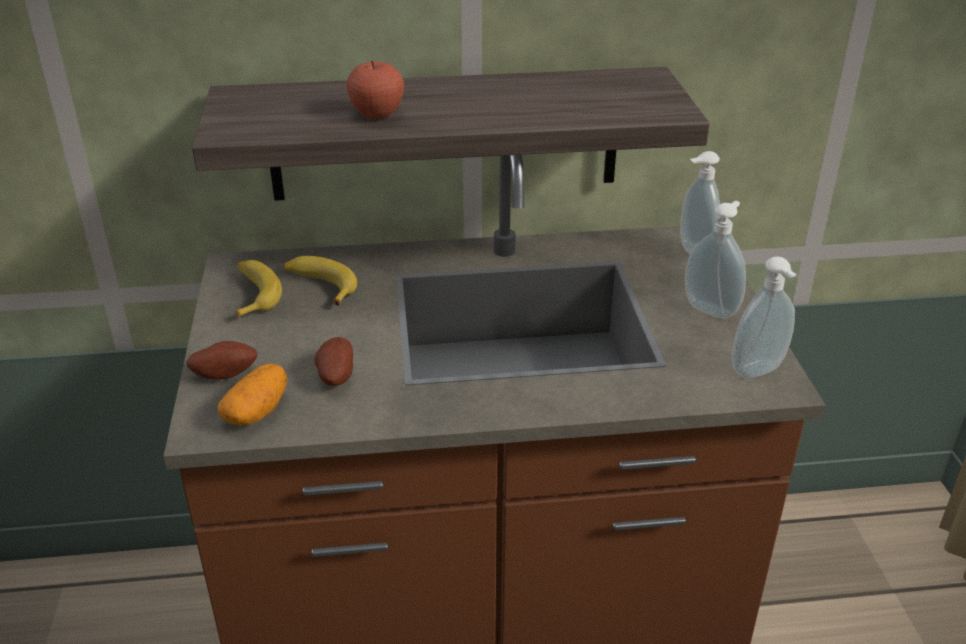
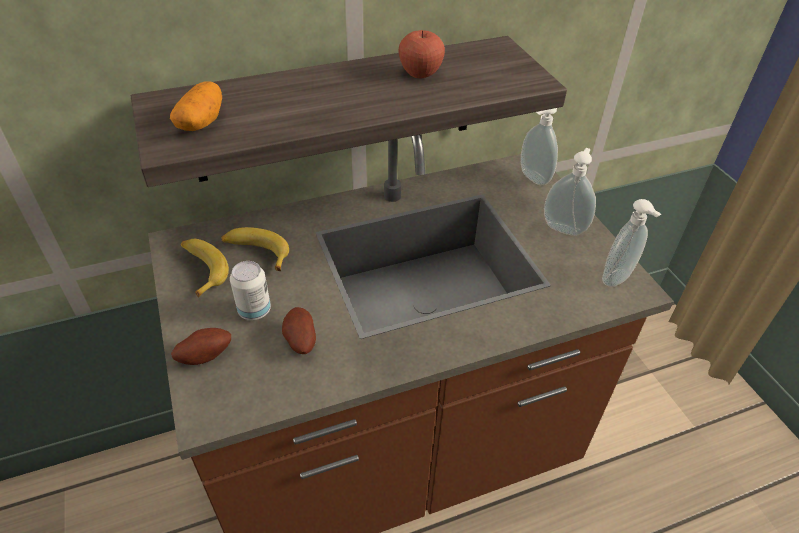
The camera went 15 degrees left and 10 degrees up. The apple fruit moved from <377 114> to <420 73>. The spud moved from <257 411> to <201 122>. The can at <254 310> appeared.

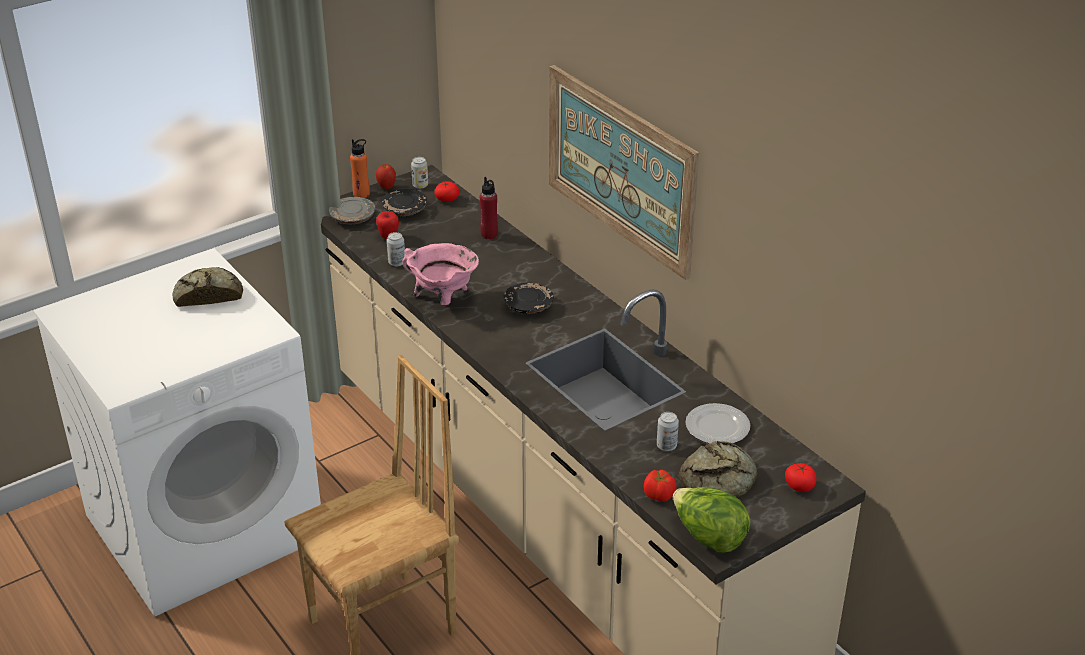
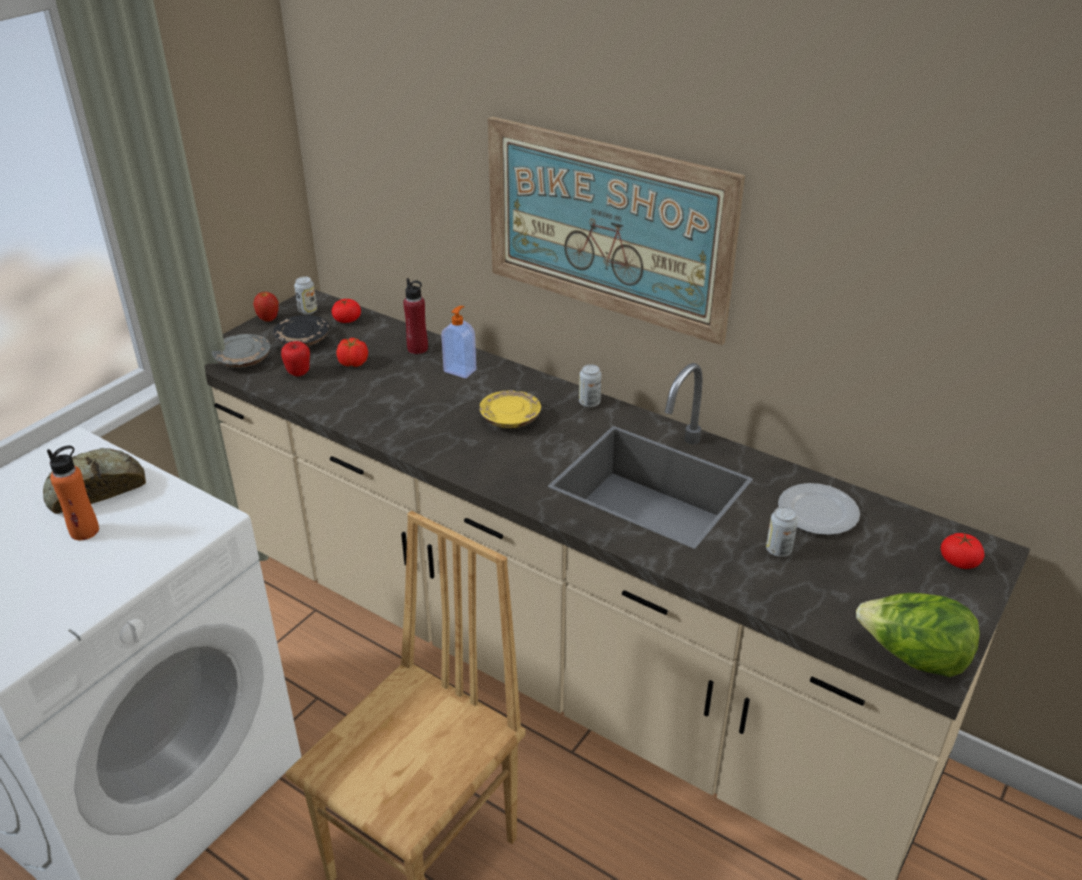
The camera went 20 degrees left and 0 degrees up. The bottle (orange) moved from <361 194> to <85 531>. The can moved from <397 262> to <589 403>. The cooking pot (pink) at <443 300> disappeared. The dinner plate (blackish) at <528 306> became the dinner plate (yellowish) at <510 418>. The bakery bread at <720 480> disappeared. The tomato moved from <659 496> to <353 363>. The soap bottle at <460 370> appeared.

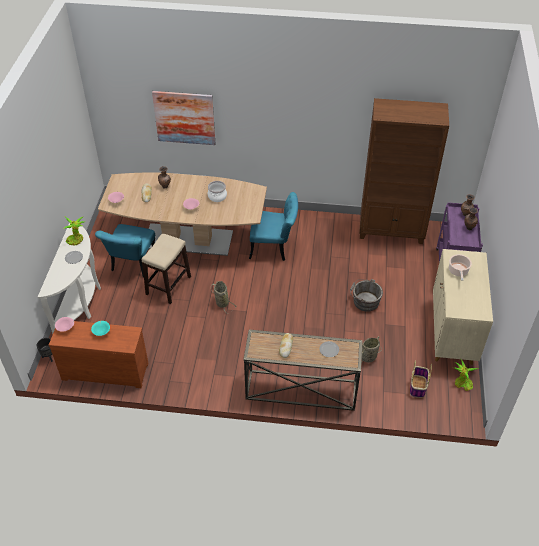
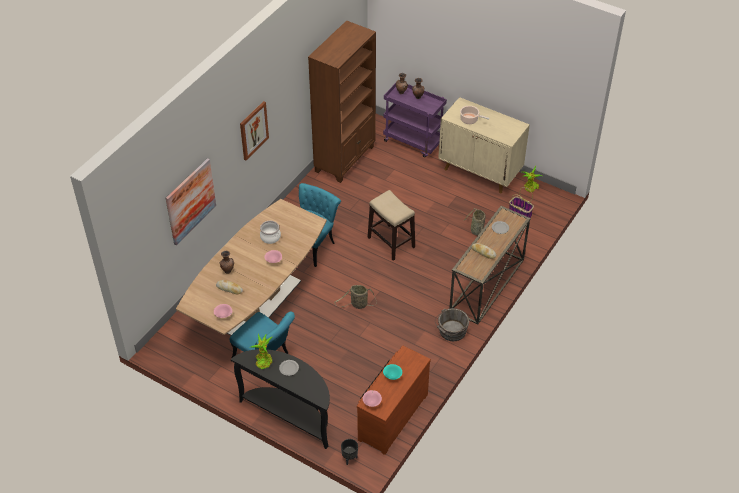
The camera went 65 degrees left and 0 degrees up. The narrow table (white-coloured) at <80 302> became the narrow table (blackish) at <290 415>. The stool seat moved from <168 286> to <391 242>. The bucket (greyish) moved from <364 301> to <451 331>. The wall art at <253 130> appeared.

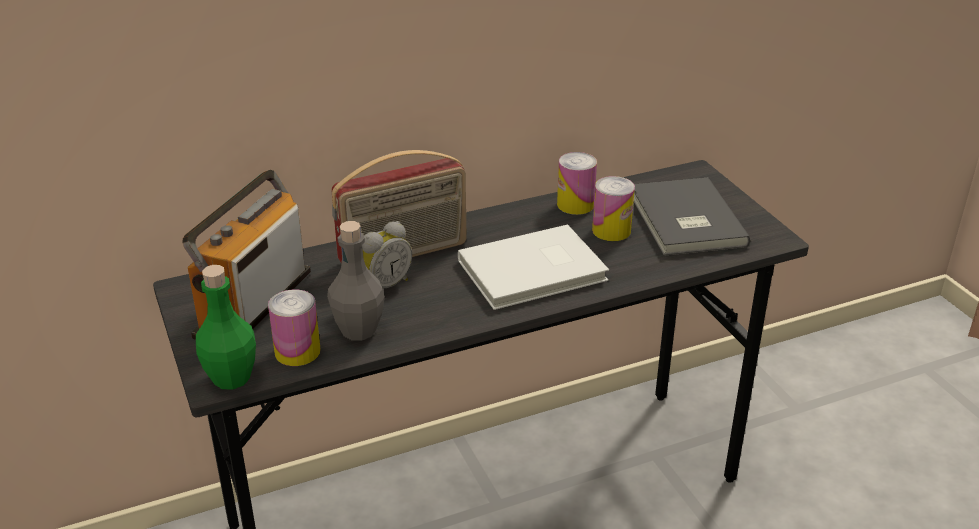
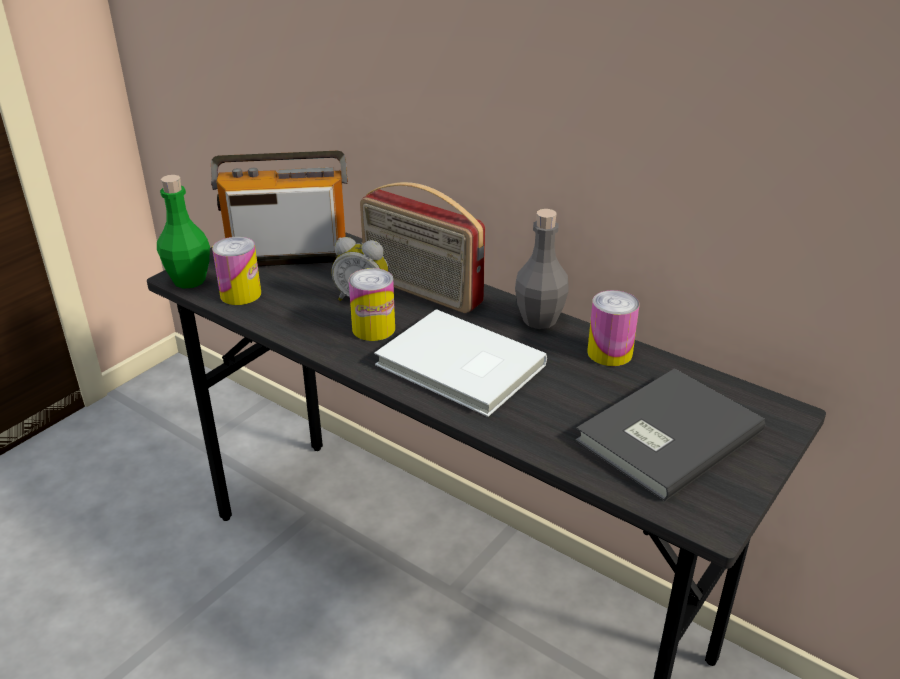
The camera went 60 degrees right and 0 degrees up. The can moved from <611 230> to <373 328>. The bottle (greyish) moved from <358 330> to <539 320>.

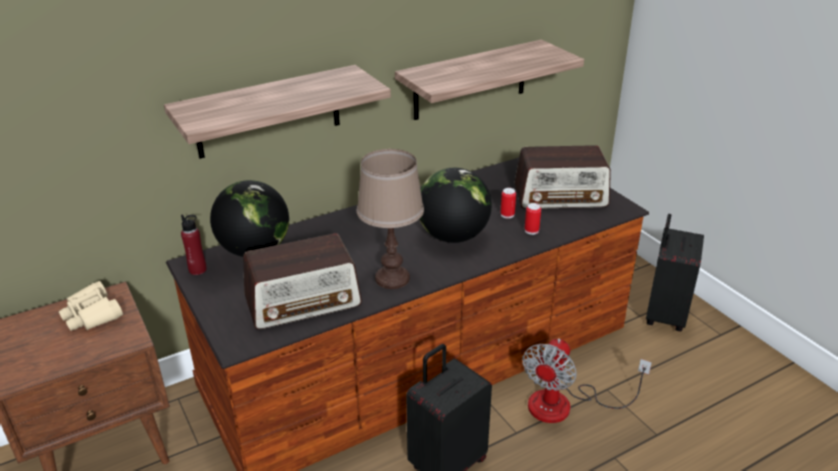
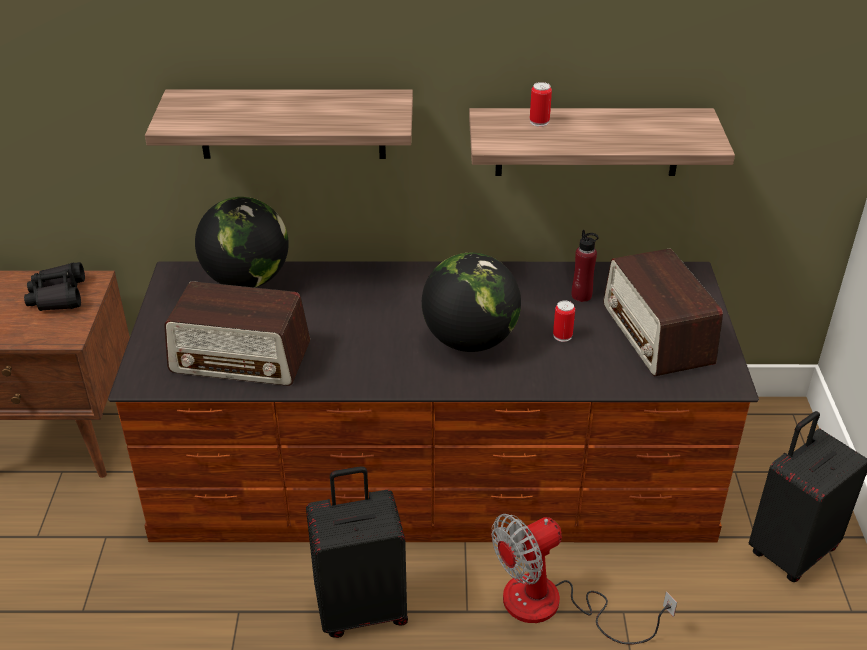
The camera went 30 degrees right and 5 degrees up. The radio receiver at <561 196> turned 45 degrees clockwise. The lamp for a table (brown) at <392 278> disappeared. The can moved from <531 230> to <539 122>. The bottle (red-coloured) moved from <197 270> to <581 296>. The field glasses (beige) at <92 315> became the field glasses (blackish) at <58 296>.

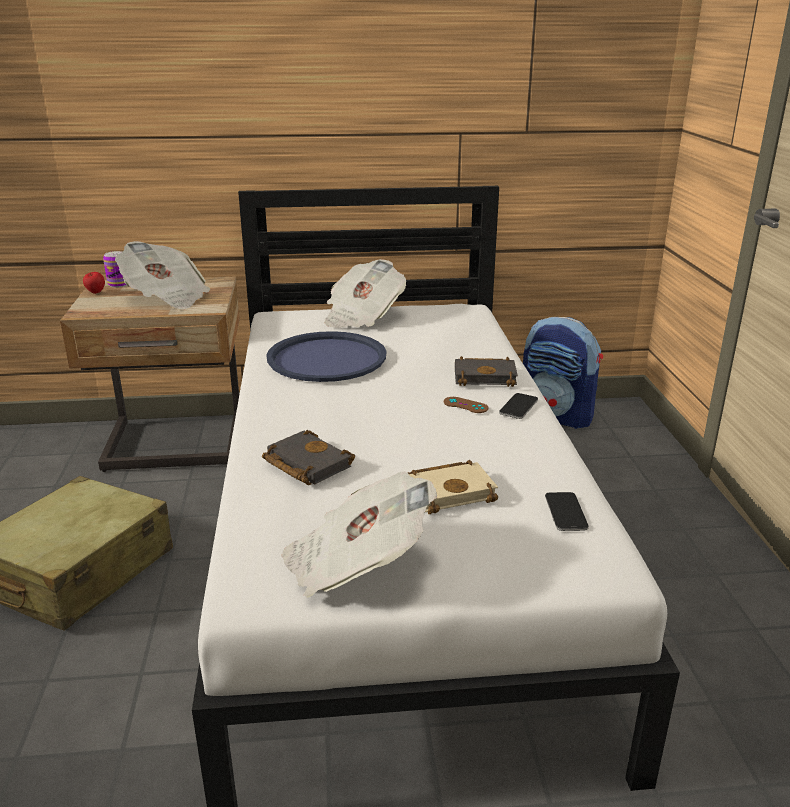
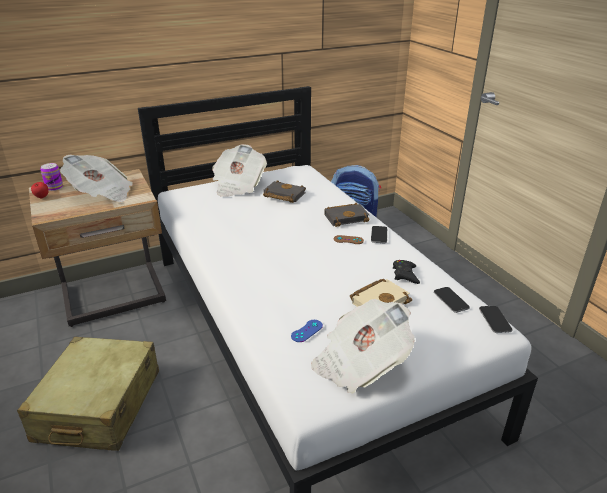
The camera went 20 degrees left and 5 degrees up. The tray (bluish) at <326 358> disappeared. The bound book (blackish) moved from <304 464> to <283 195>. The joypad (blackish) at <405 274> appeared. The handset at <495 320> appeared. The joypad (bluish) at <307 331> appeared.

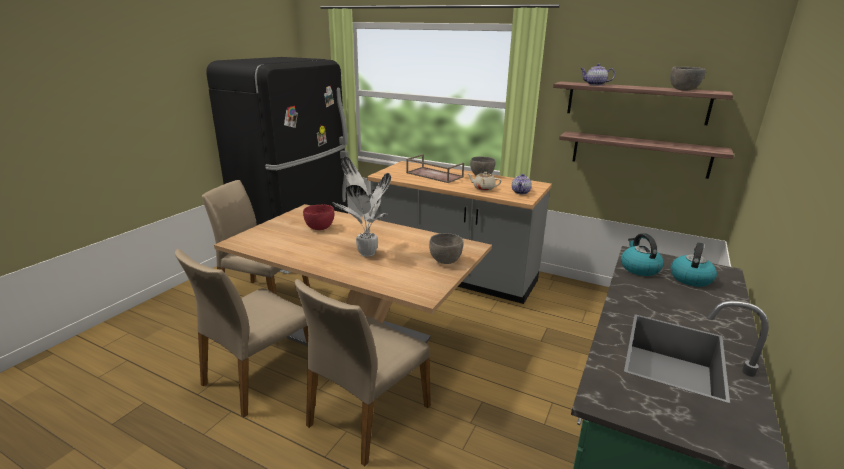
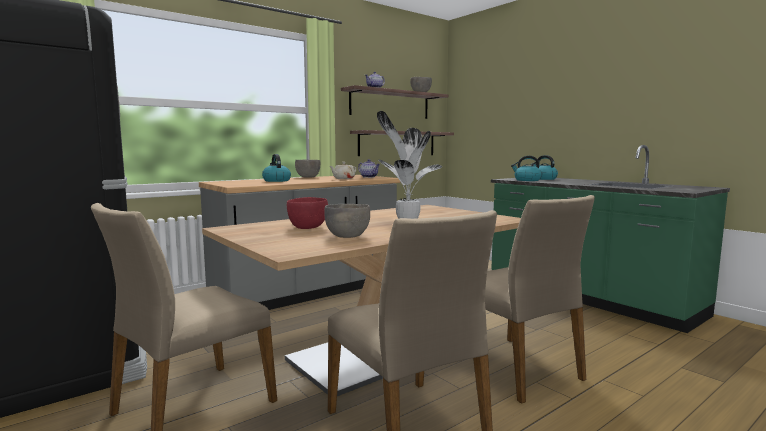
The camera went 65 degrees left and 15 degrees down. The tray (brown) at <433 175> was replaced by the kettle at <276 181>. The bowl (greyish) moved from <445 261> to <347 237>.

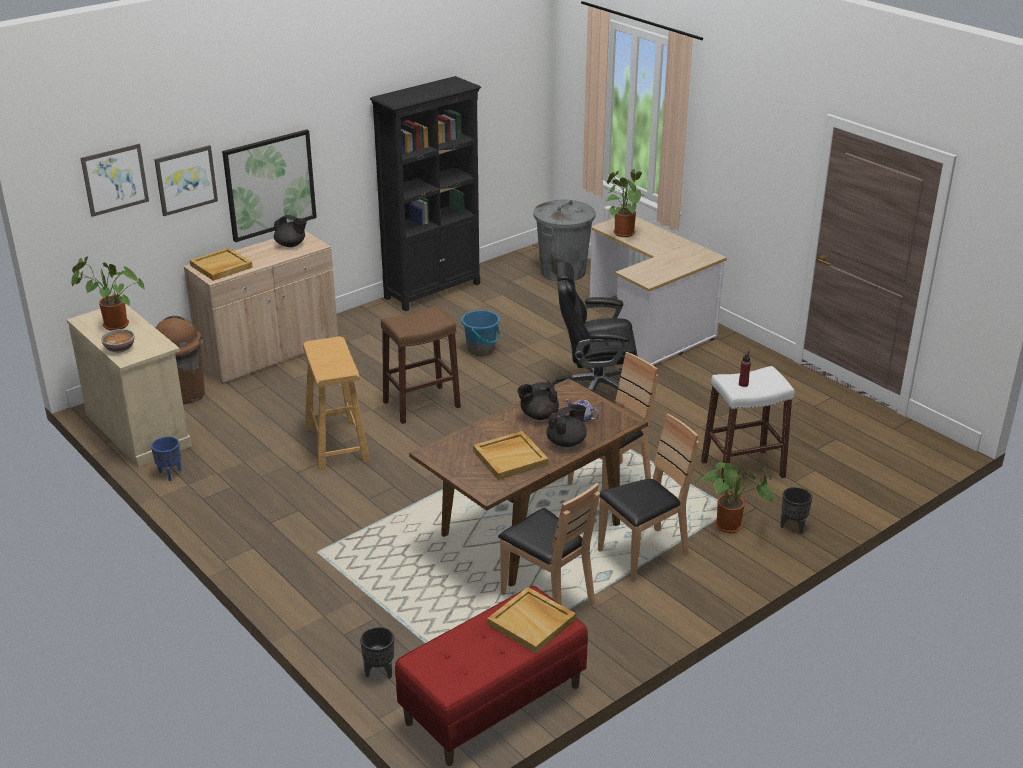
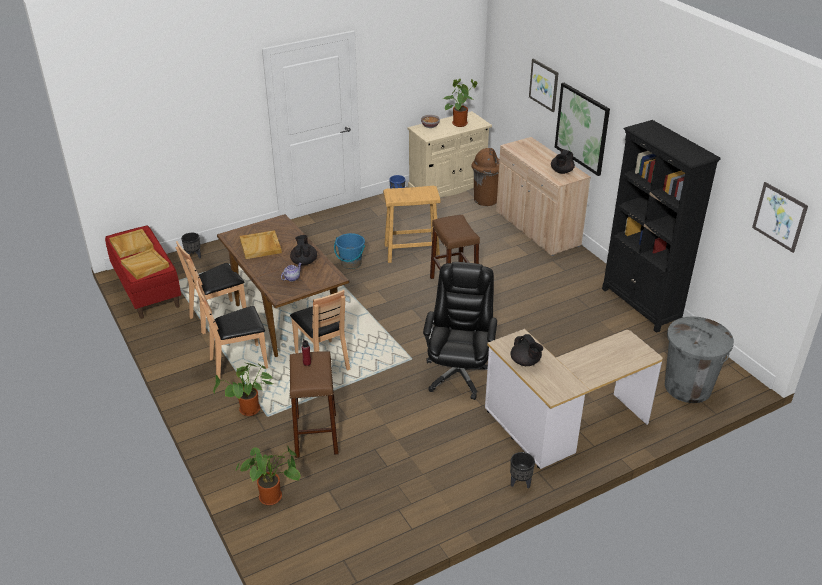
The camera went 100 degrees right and 5 degrees up. The wall art moved from <115 179> to <779 217>. The potted plant moved from <622 232> to <273 496>. The tray (beige) moved from <221 266> to <131 245>. The bucket (bluish) moved from <481 350> to <351 263>. The stool seat (white-coloured) at <742 469> became the stool seat (brown) at <316 435>. The tea pot (blackish) moved from <567 442> to <525 362>. The upright chair (brown) at <643 554> turned 90 degrees clockwise. The plant pot (blackish) moved from <793 527> to <520 483>.

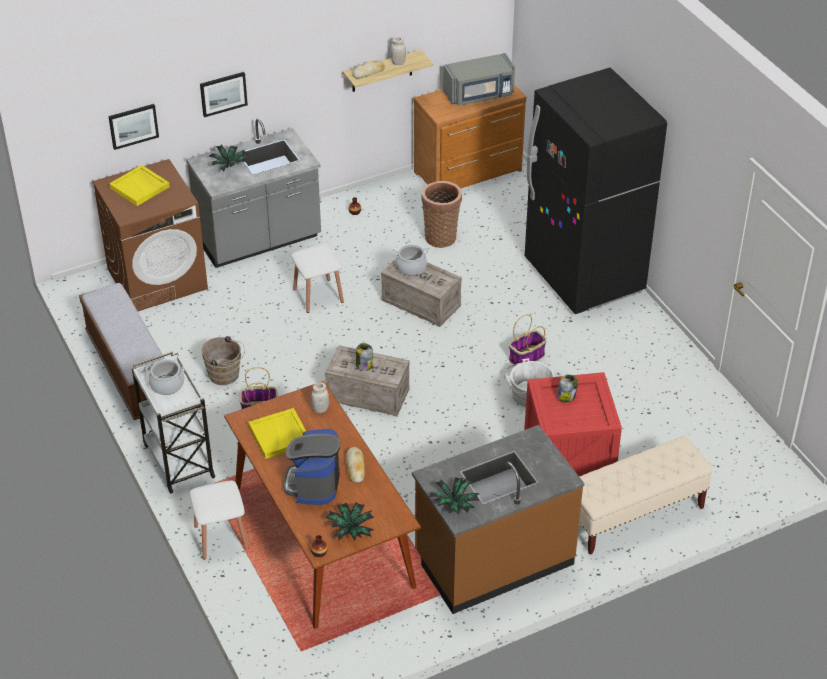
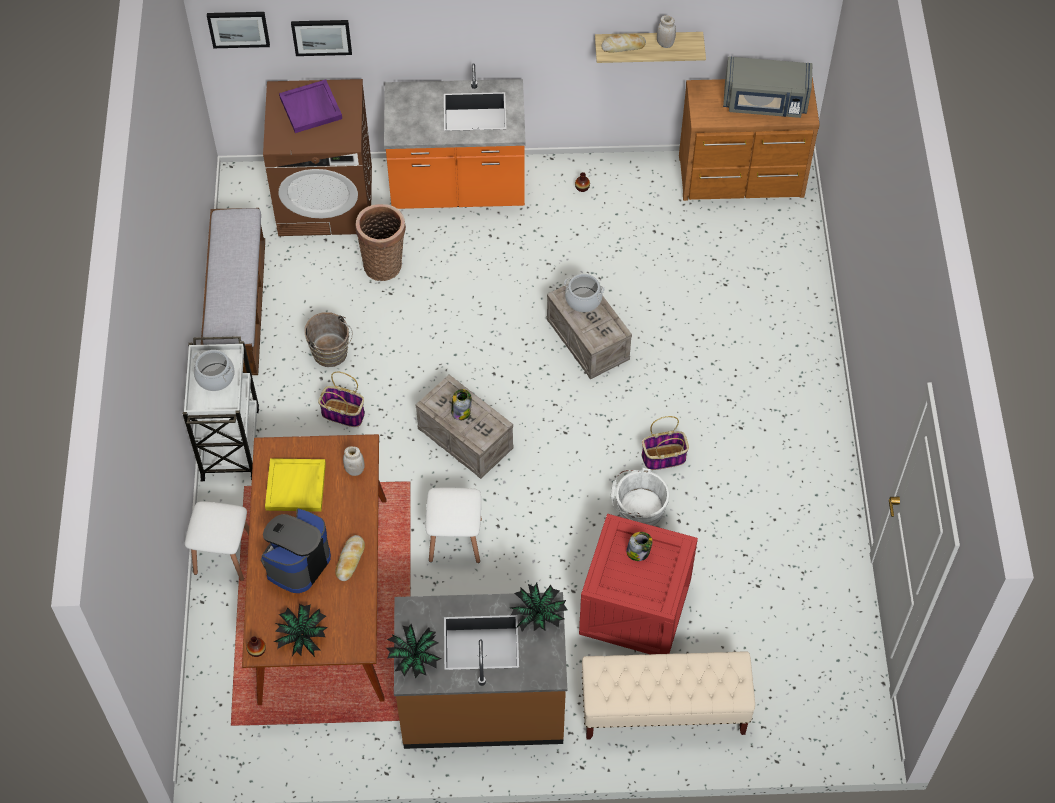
The camera went 25 degrees right and 15 degrees up. The refrigerator (blackish) at <584 277> disappeared. The wall art moved from <223 93> to <238 28>. The kitchen counter (greyish) at <259 241> became the kitchen counter (orange) at <458 189>. The potted plant moved from <229 166> to <538 615>. The tray (yellowish) at <140 187> became the tray (purple-coloured) at <311 108>. The basket moved from <441 236> to <384 263>. The stool seat (white-coloured) moved from <318 295> to <455 540>.

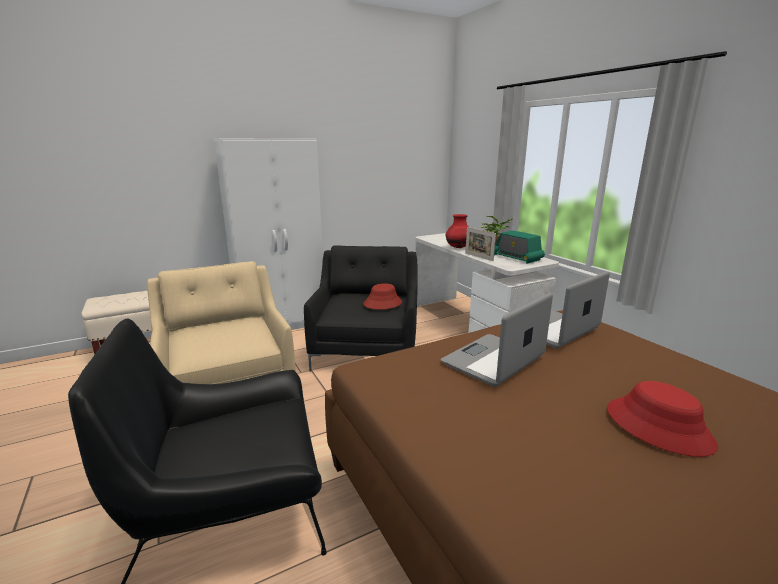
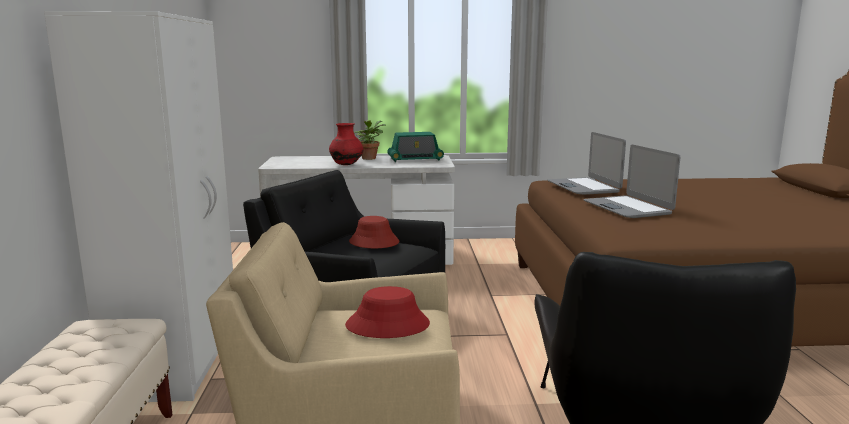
The camera went 65 degrees left and 5 degrees down. The picture frame at <478 257> disappeared. The wearable hat (red-coloured) moved from <658 426> to <388 325>.

